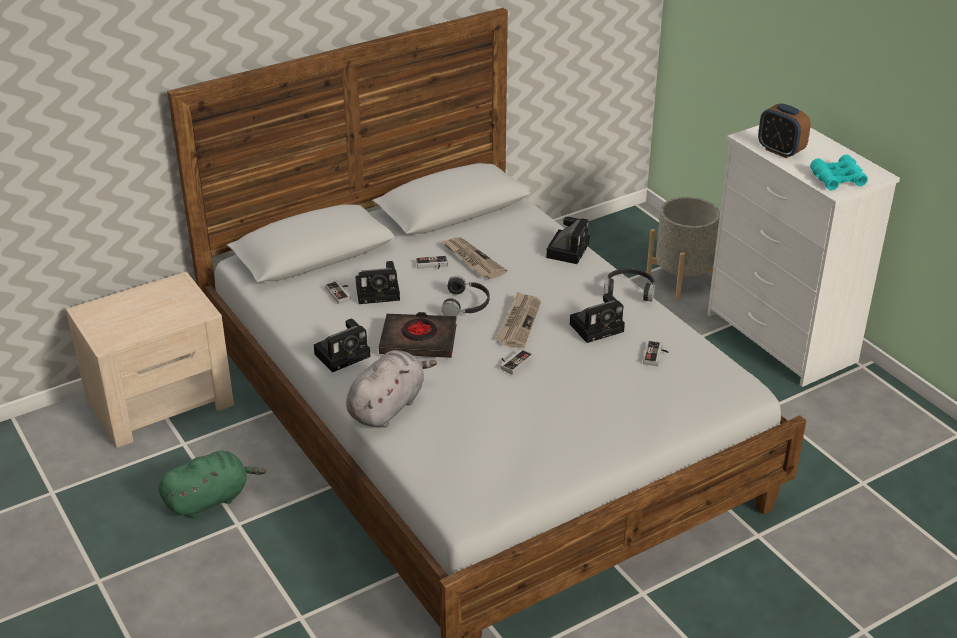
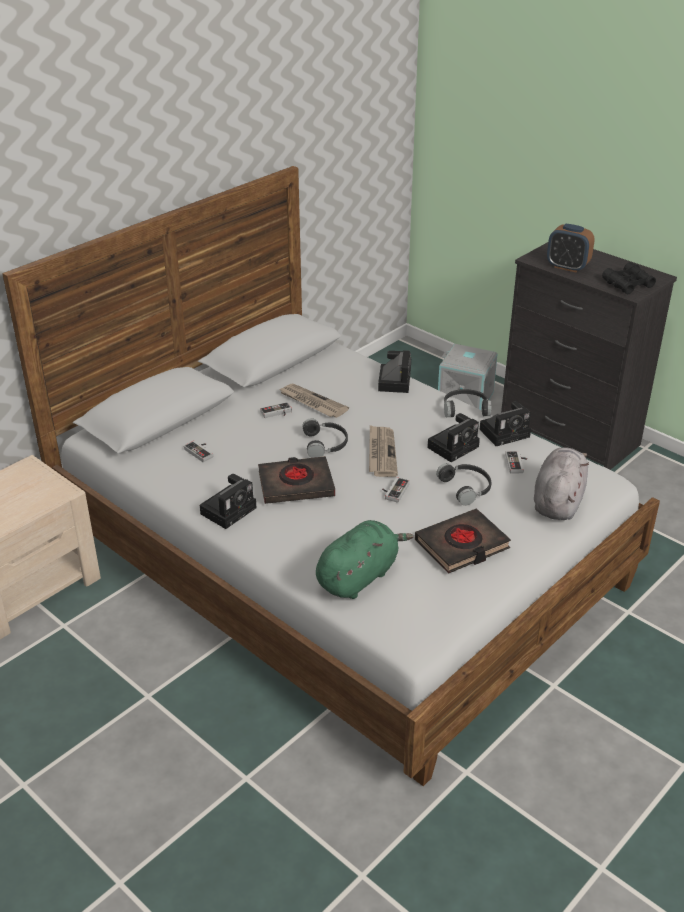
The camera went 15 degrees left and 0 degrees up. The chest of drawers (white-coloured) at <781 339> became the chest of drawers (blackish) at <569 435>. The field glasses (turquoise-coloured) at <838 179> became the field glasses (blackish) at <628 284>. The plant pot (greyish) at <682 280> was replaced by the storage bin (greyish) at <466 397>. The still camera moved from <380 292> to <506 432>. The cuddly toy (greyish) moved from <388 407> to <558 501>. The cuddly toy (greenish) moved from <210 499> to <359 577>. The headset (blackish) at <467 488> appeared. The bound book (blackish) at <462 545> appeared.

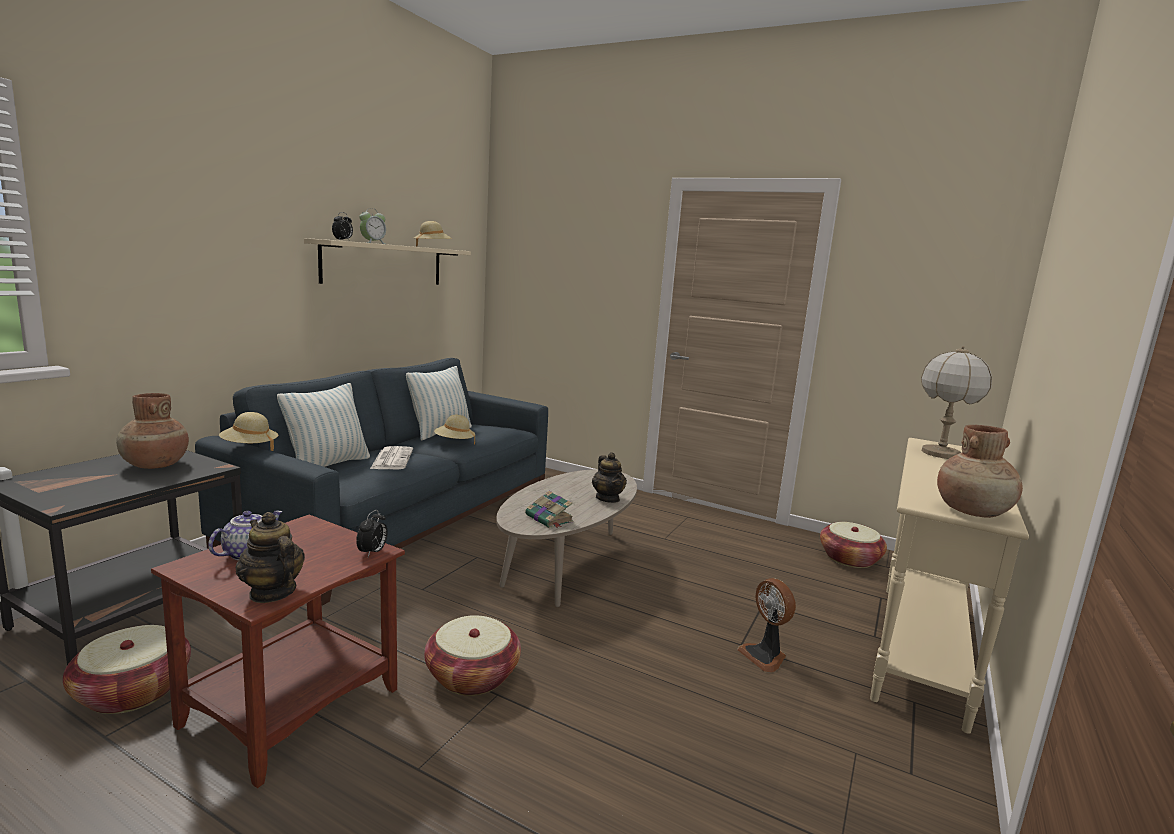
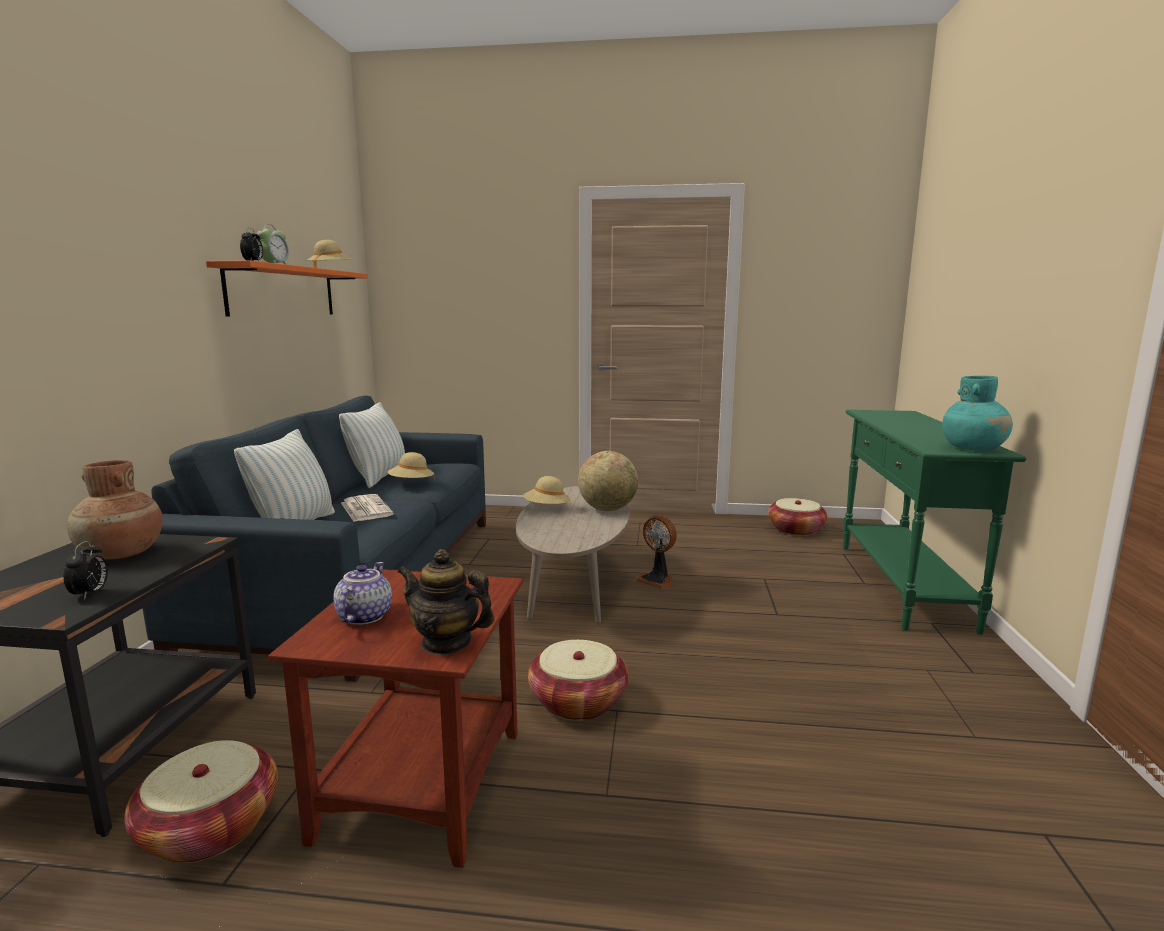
The camera went 20 degrees left and 0 degrees up. The wall shelf (beige) at <384 264> became the wall shelf (orange) at <283 292>. The lamp for a table at <940 453> disappeared. The wearable hat (beige) moved from <249 447> to <546 509>. The flower vase (brown) at <973 512> became the flower vase (turquoise-coloured) at <973 449>. The narrow table (beige) at <919 649> became the narrow table (greenish) at <902 585>. The tea pot at <608 498> was replaced by the globe at <607 509>. The bound book at <549 519> disappeared. The alarm clock moved from <372 552> to <90 594>. The electric fan moved from <765 656> to <657 580>.

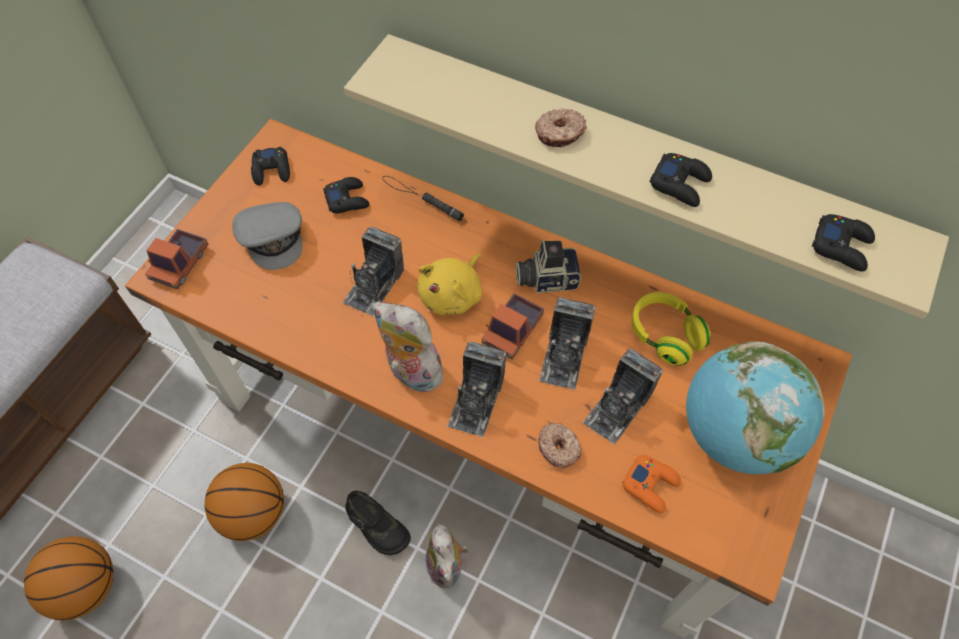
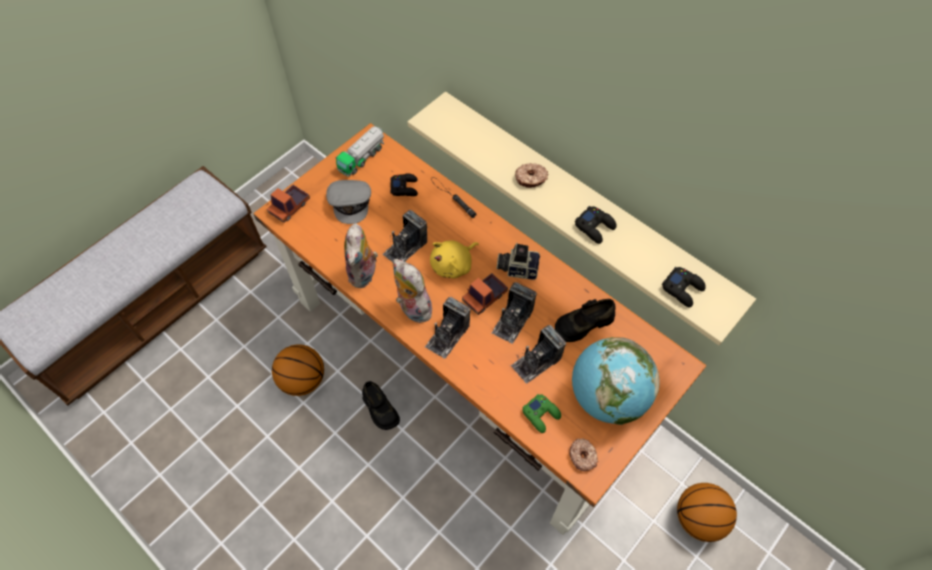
The camera went 15 degrees right and 0 degrees up. The joypad (blackish) at <272 170> was replaced by the model truck at <362 158>. The headset (yellowish) at <665 335> was replaced by the shoe (blackish) at <583 323>. The donut moved from <559 447> to <583 456>. The joypad (orange) at <650 485> became the joypad (greenish) at <541 414>. The cuddly toy moved from <448 566> to <364 274>. The basketball ball moved from <86 587> to <699 518>.

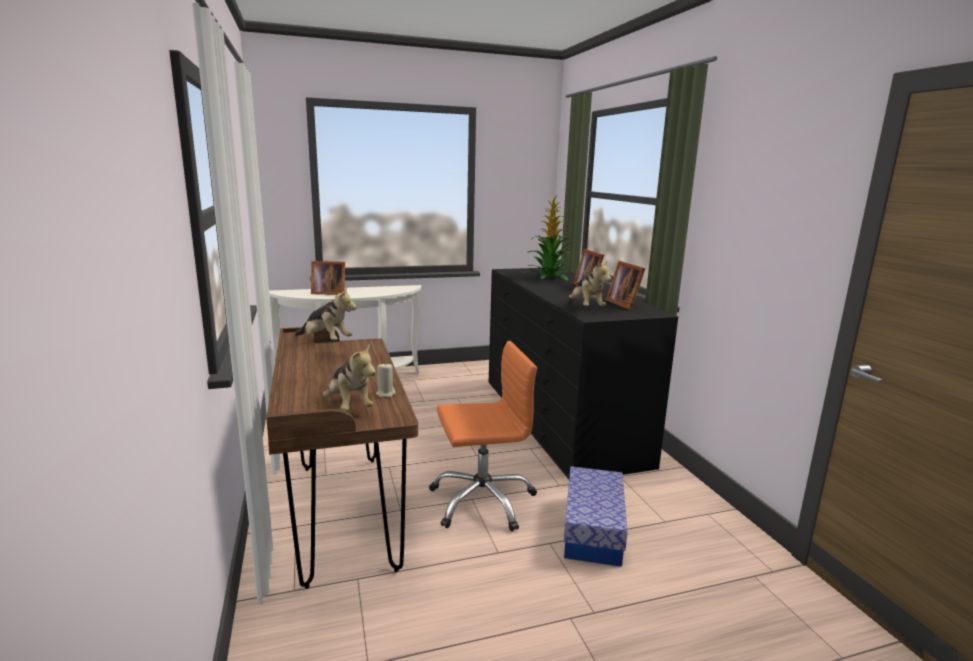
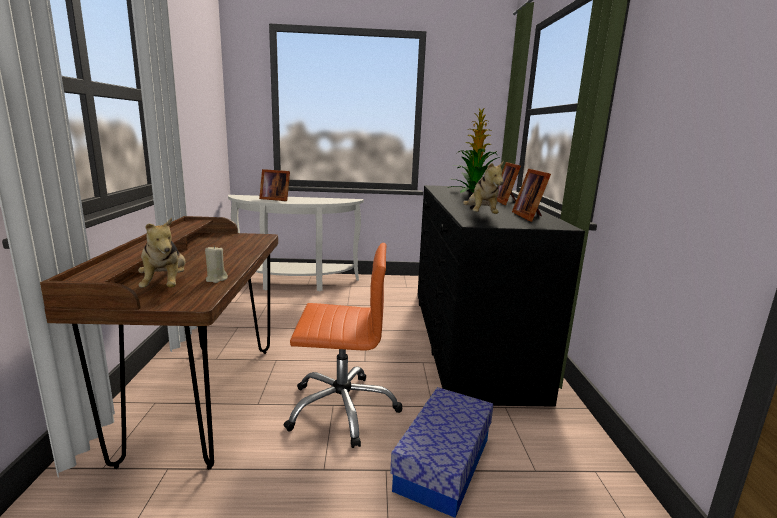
The camera went 15 degrees right and 0 degrees up. The cuddly toy at <326 341> disappeared.

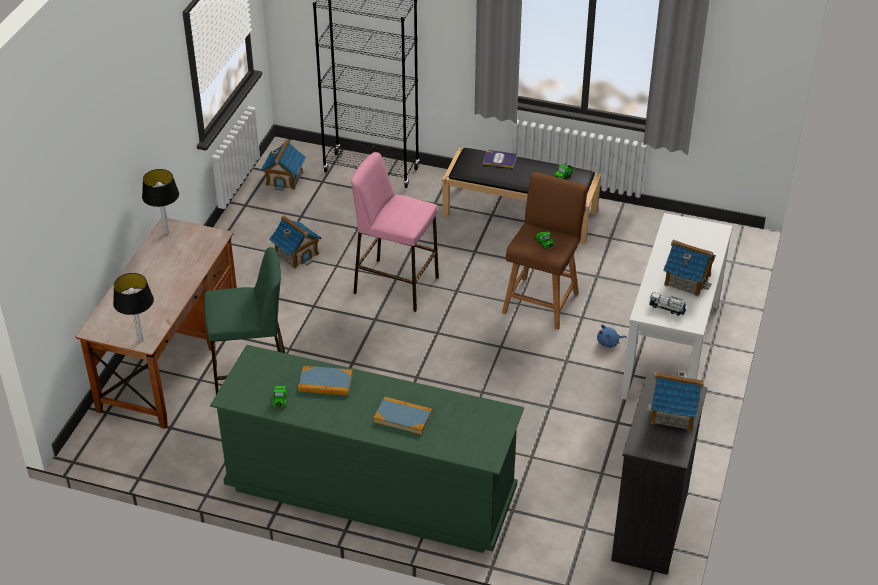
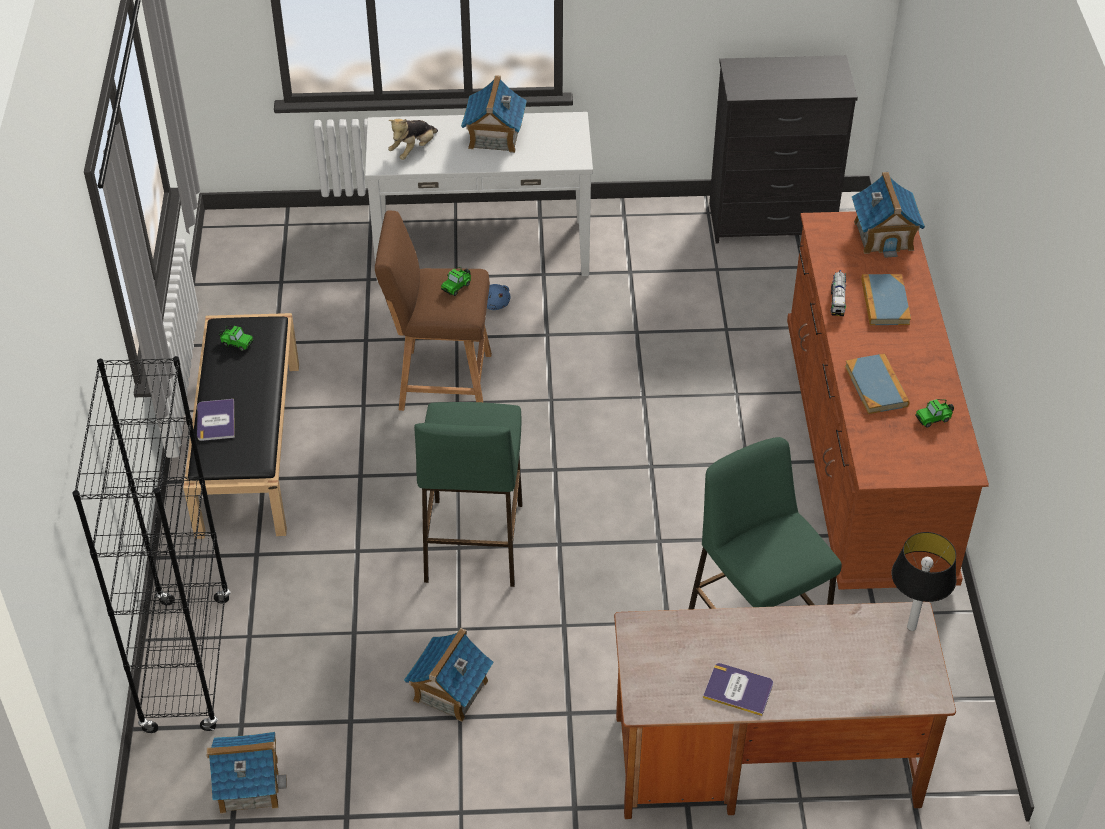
The camera went 110 degrees left and 5 degrees up. The stool seat (pink) at <395 285> became the stool seat (greenish) at <474 543>. The lamp for a table at <166 232> disappeared. The model truck moved from <667 308> to <837 300>. The chest of drawers (greenish) at <371 490> became the chest of drawers (brown) at <865 452>. The model house moved from <674 413> to <884 235>. The cuddly toy at <413 150> appeared. The bound book at <738 690> appeared.

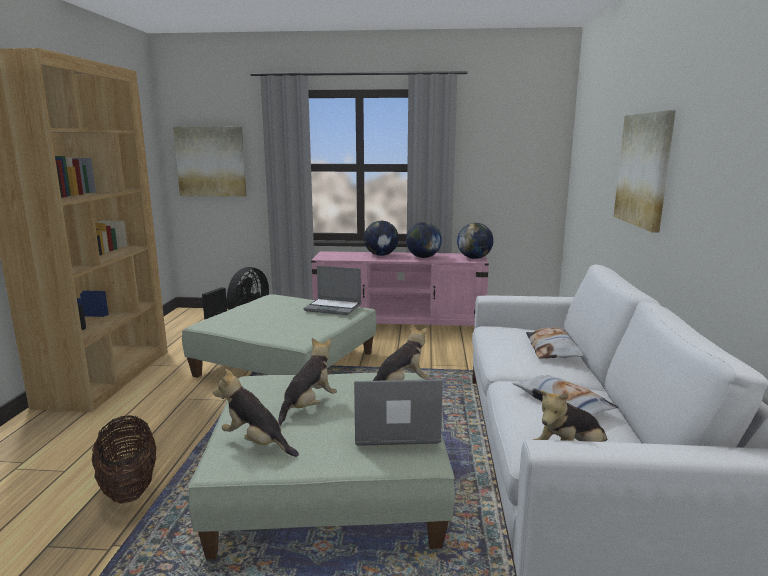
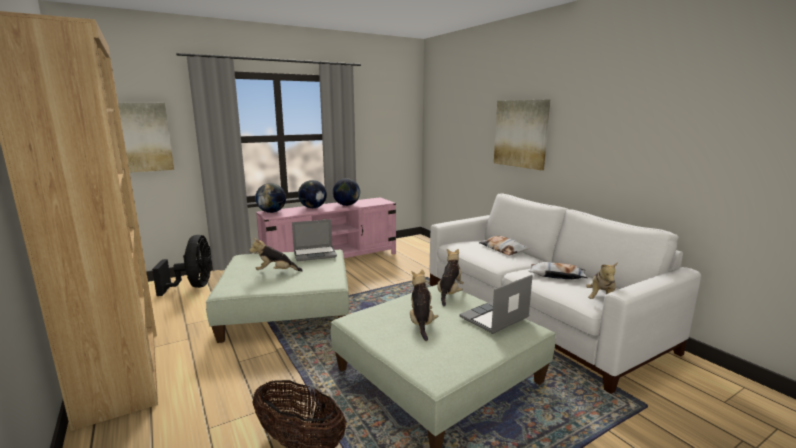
The camera went 35 degrees left and 0 degrees up. The globe moved from <474 258> to <272 212>. The cuddly toy moved from <256 443> to <276 272>.

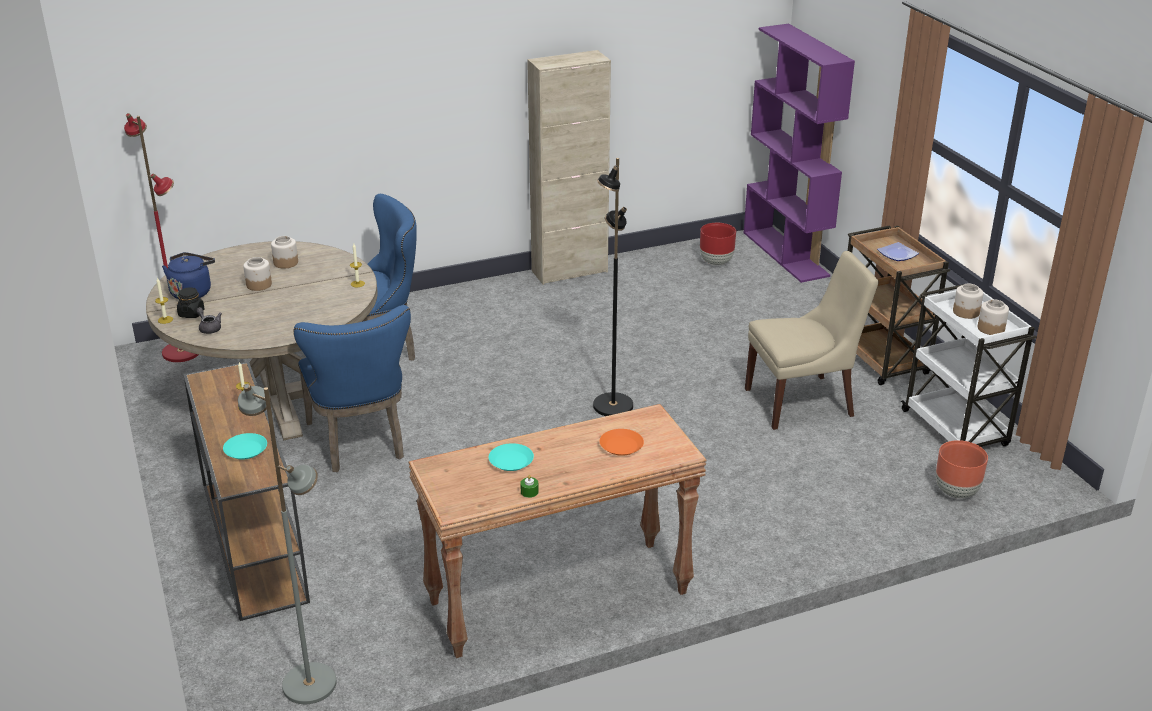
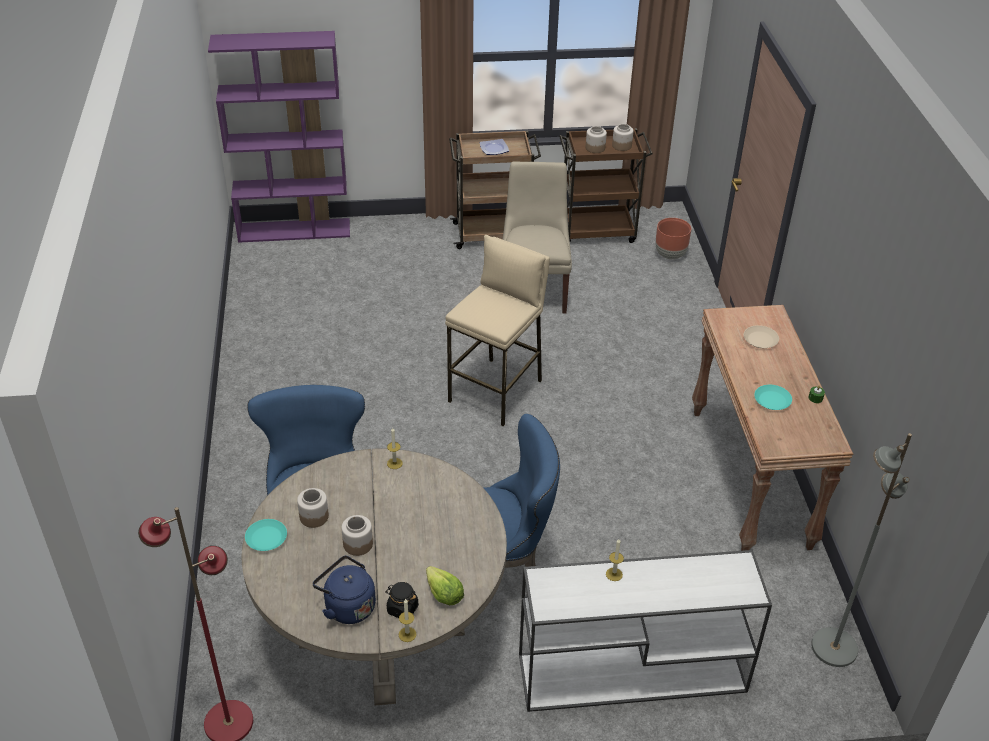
The camera went 75 degrees left and 10 degrees up. The cupboard (beige) at <569 271> disappeared. The standing lamp (blackish) at <612 406> was replaced by the stool seat (beige) at <496 391>. The plant pot (red-coloured) at <716 262> disappeared. The trolley (white-coloured) at <956 430> became the trolley (brown) at <597 231>. The tea pot (greyish) at <209 328> was replaced by the lettuce at <443 594>. The narrow table (brown) at <253 540> became the narrow table (white-coloured) at <629 674>. The dinner plate (orange) at <621 446> became the dinner plate (beige) at <760 340>. The dinner plate (turquoise-coloured) moved from <246 450> to <267 538>.

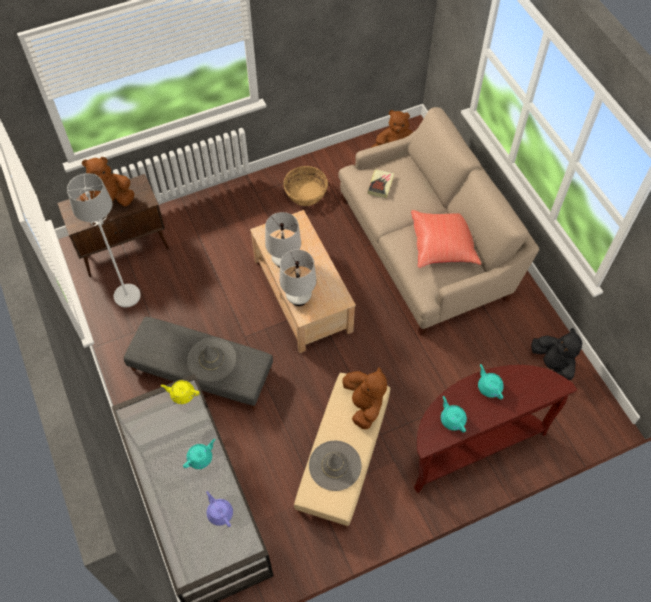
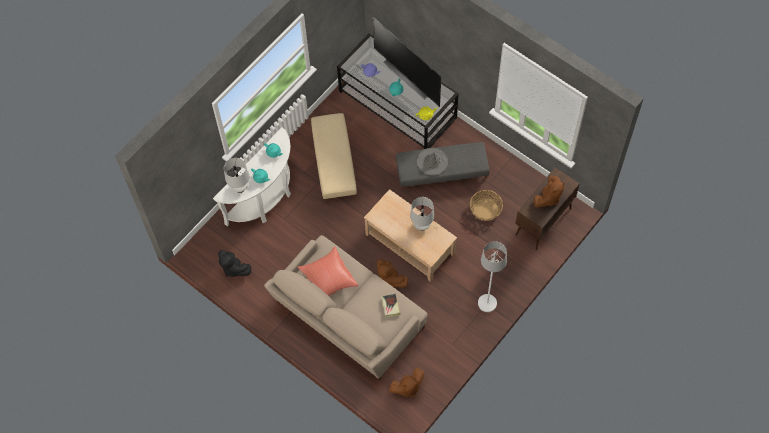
The camera went 155 degrees right and 5 degrees up. The basket moved from <305 193> to <485 209>. The standing lamp (white-coloured) moved from <127 295> to <487 303>. The lamp for a table (white-coloured) moved from <298 298> to <239 187>. The narrow table (brown) at <471 444> became the narrow table (white-coloured) at <264 200>. The cuddly toy (brown) moved from <364 405> to <390 278>. The wearable hat (greyish) at <335 465> disappeared. The TV set at <409 76> appeared.

